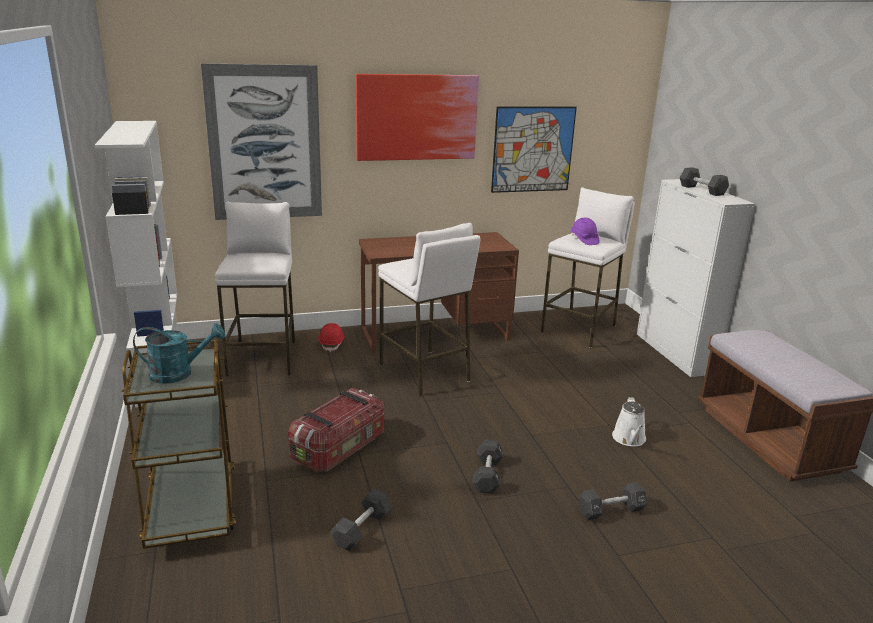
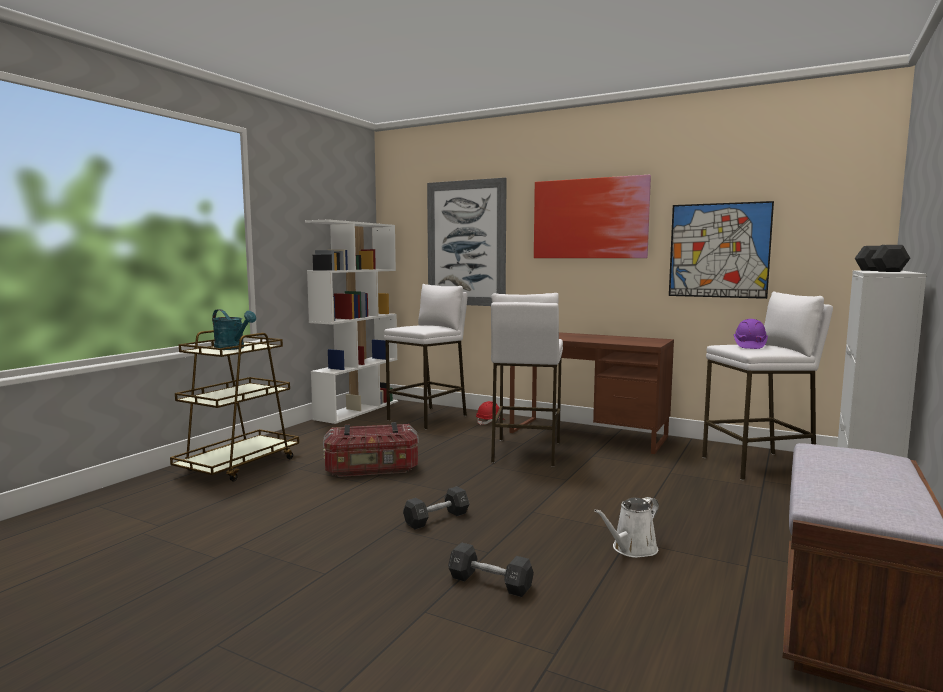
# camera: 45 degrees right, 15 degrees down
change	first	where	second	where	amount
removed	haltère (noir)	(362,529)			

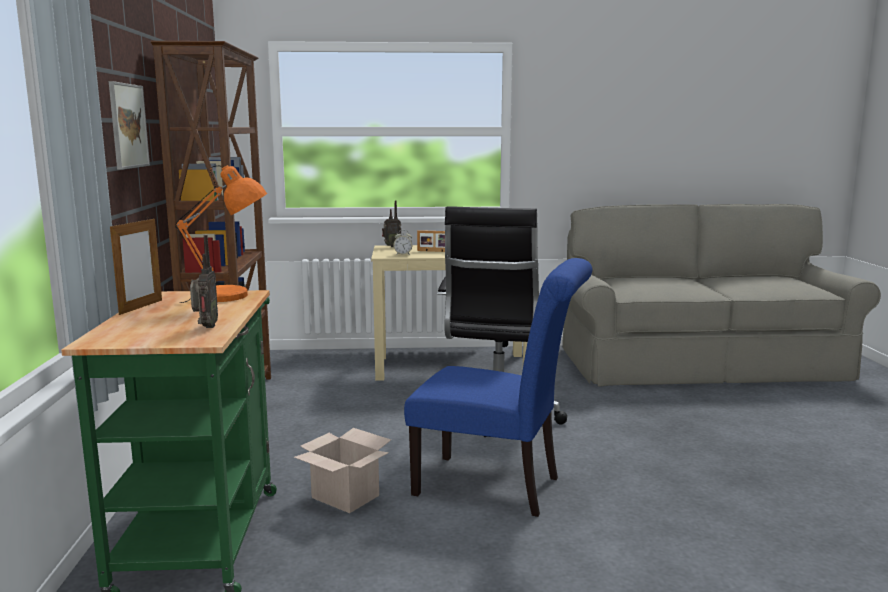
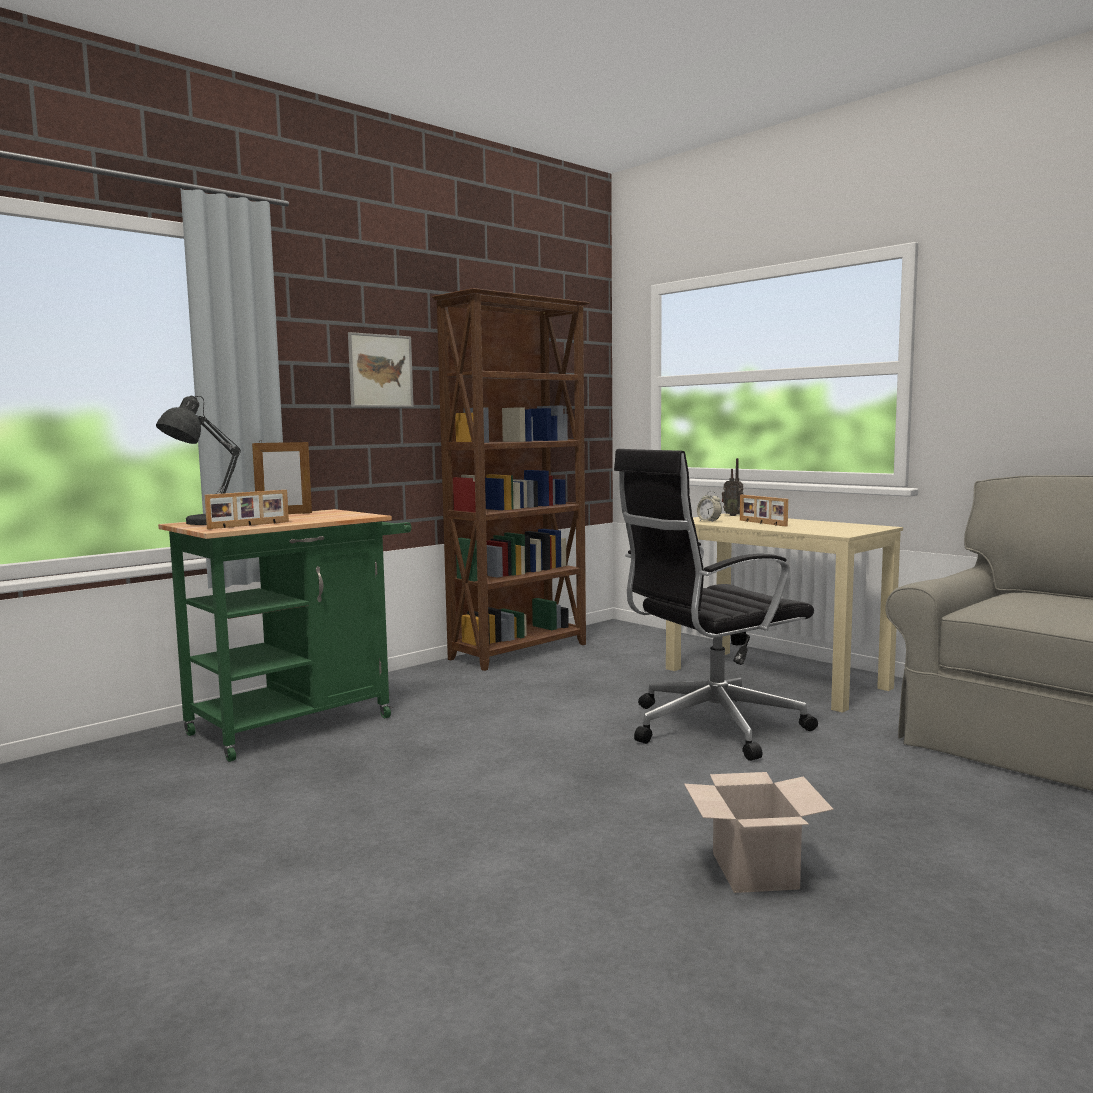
# camera: 50 degrees right, 5 degrees down
change	first	where	second	where	amount
added			lampe de table (gris)	(205,523)	
replaced	radio	(205,327)	cadre photo	(249,525)	
moved	carton	(343,496)		(752,869)	
removed	lampe de table (orange)	(229,296)			
removed	chaise (bleu)	(496,487)			

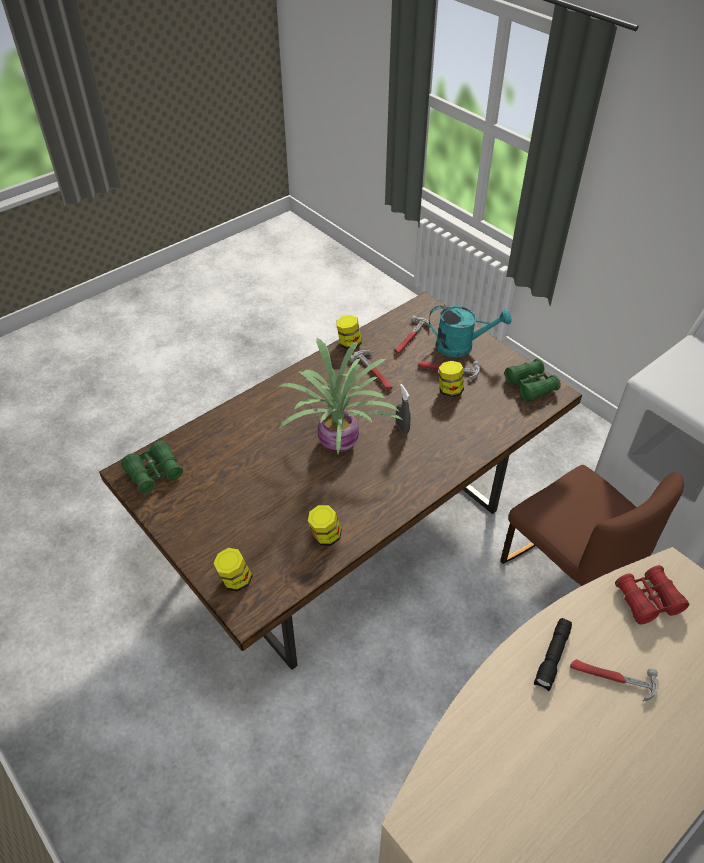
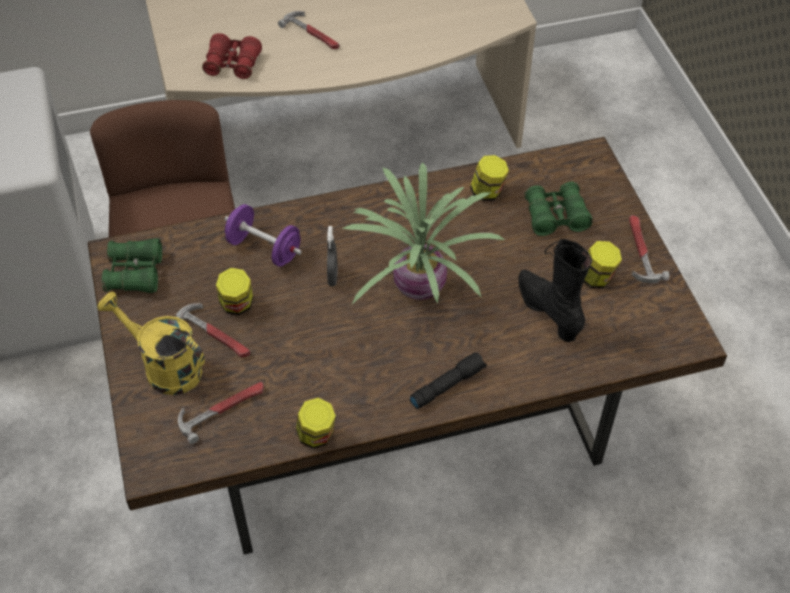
# camera: 155 degrees left, 5 degrees up
change	first	where	second	where	amount
recoloured	arrosoir (turquoise)	(461,346)	arrosoir (jaune)	(164,367)	
added			haltère (violet)	(264,249)	
moved	lampe de poche (noir)	(553,658)		(447,384)	
added			botte (noir)	(548,311)	
moved	jumelles (vert)	(154,473)		(556,216)	
moved	bocal	(235,580)		(596,278)	
moved	marteau	(374,372)		(640,251)	

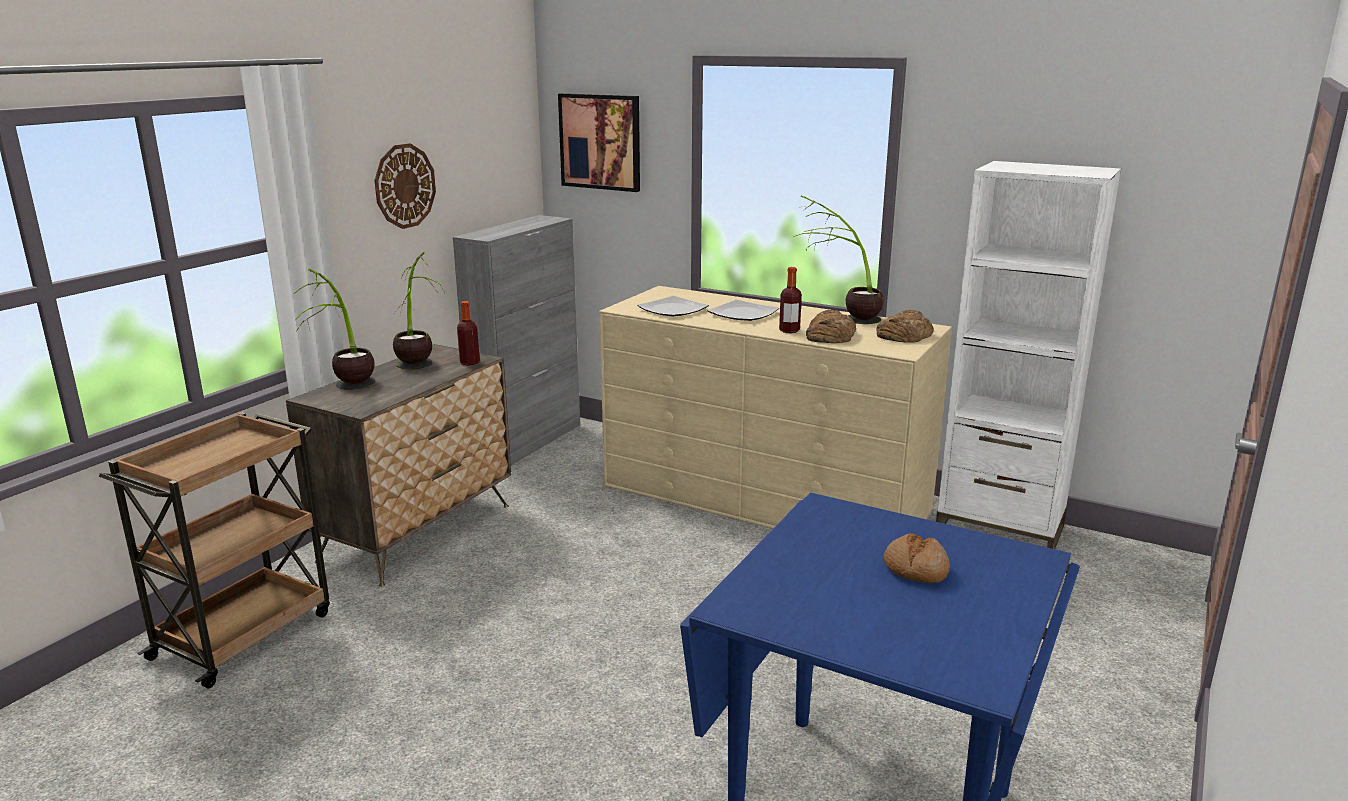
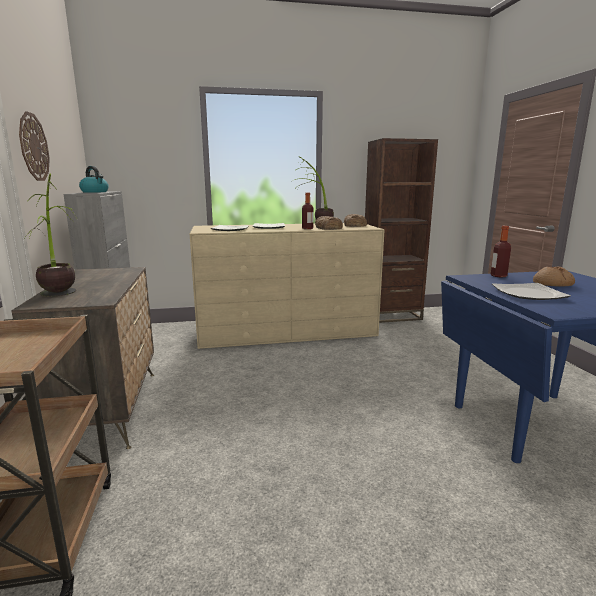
# camera: 40 degrees left, 5 degrees down
change	first	where	second	where	amount
added			bouilloire	(95,192)	
recoloured	bibliothèque (blanc)	(999,529)	bibliothèque (marron)	(391,315)	
moved	bouteille	(469,362)		(498,276)	
added			assiette	(528,294)	
removed	plante en pot	(419,370)			
removed	tableau	(600,142)			

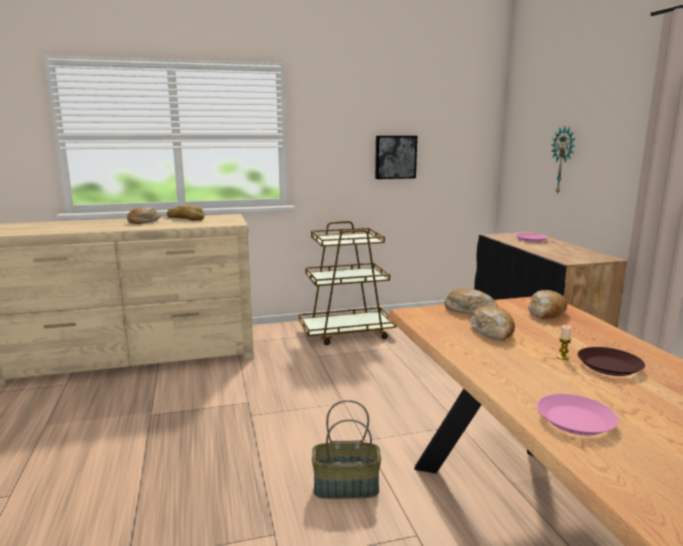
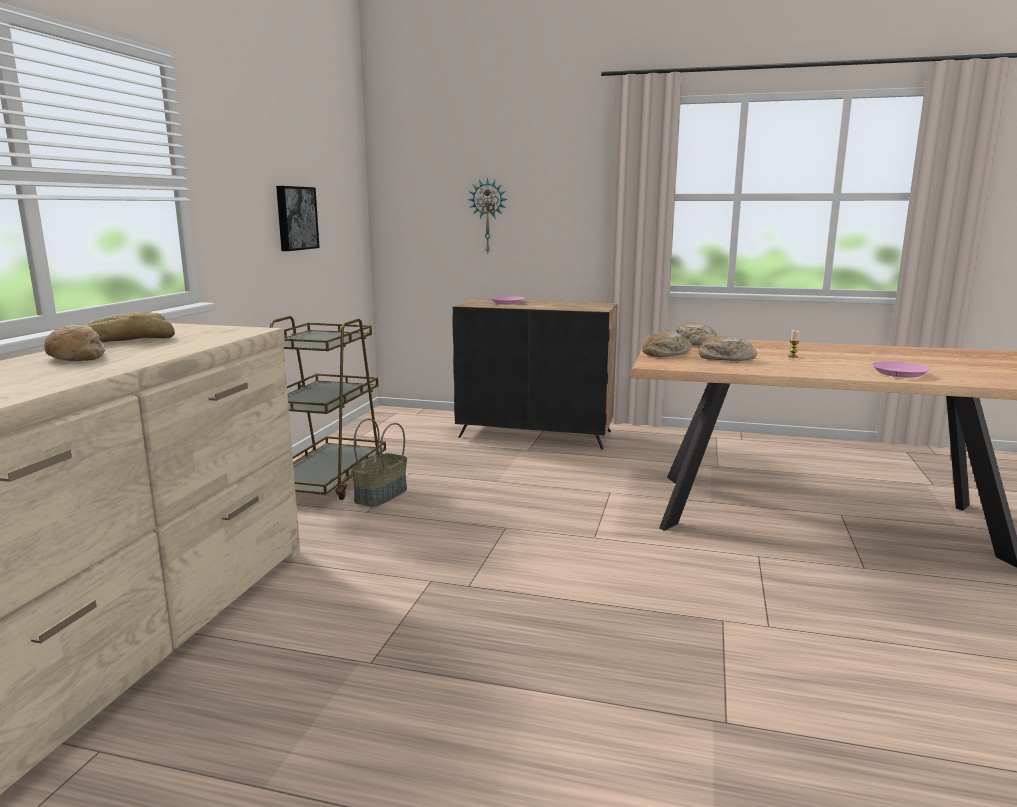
# camera: 60 degrees left, 0 degrees up
change	first	where	second	where	amount
moved	panier	(345,488)		(381,496)	
removed	assiette (marron)	(609,366)			

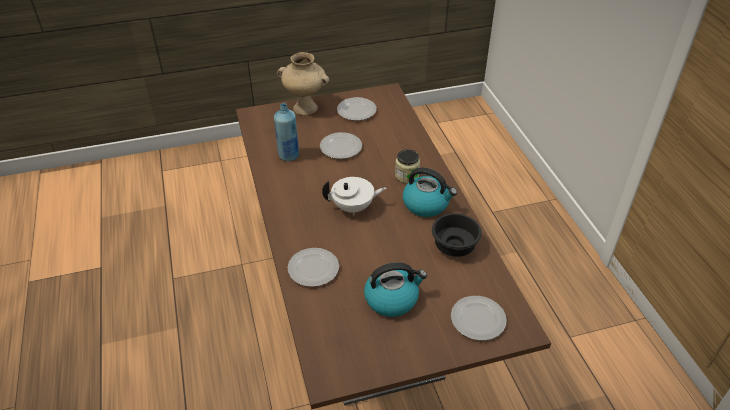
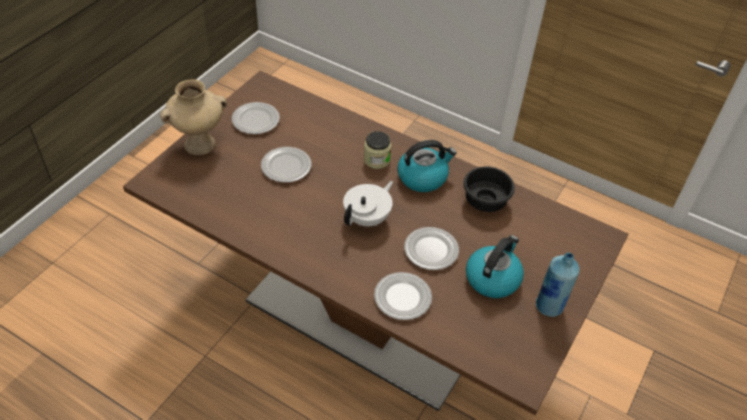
# camera: 45 degrees left, 5 degrees up
change	first	where	second	where	amount
moved	assiette	(478,319)		(431,250)	
moved	bouteille (bleu)	(288,155)		(549,307)	

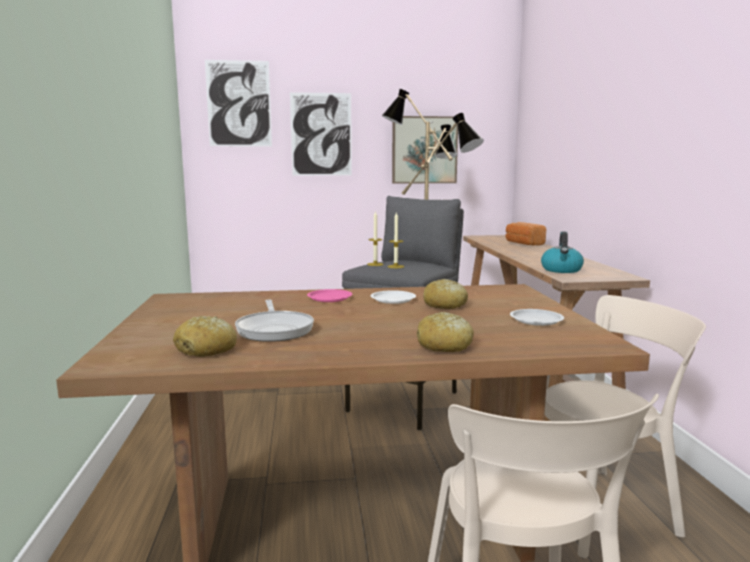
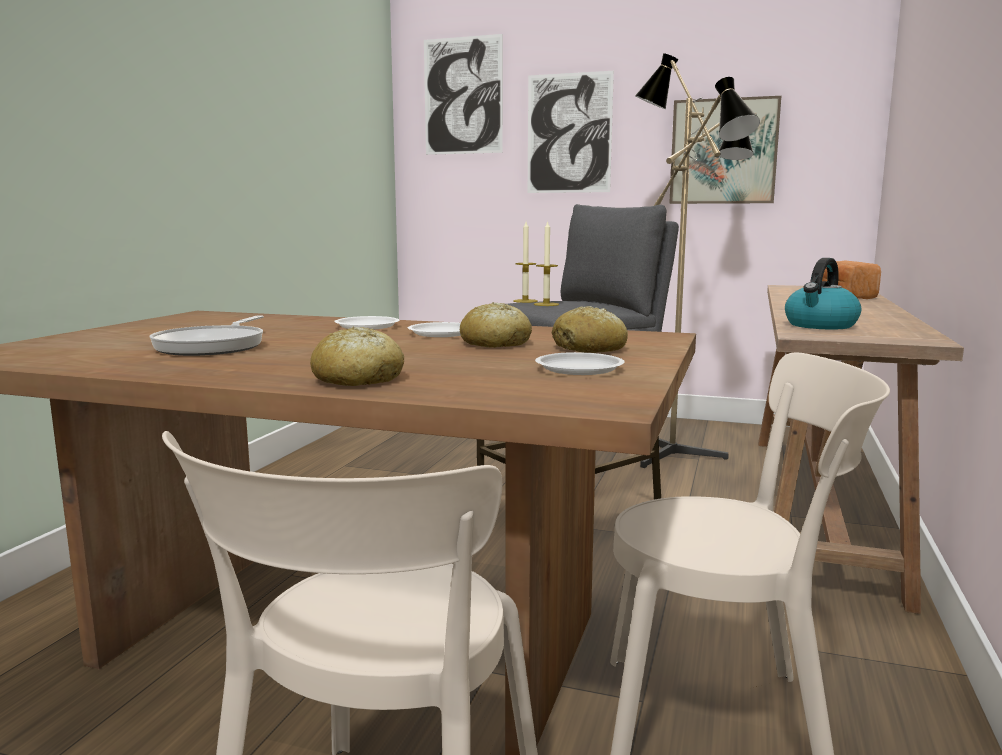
# camera: 25 degrees right, 0 degrees up
change	first	where	second	where	amount
recoloured	assiette (rose)	(330,298)	assiette (blanc)	(367,327)	
moved	pain	(206,350)		(590,348)	

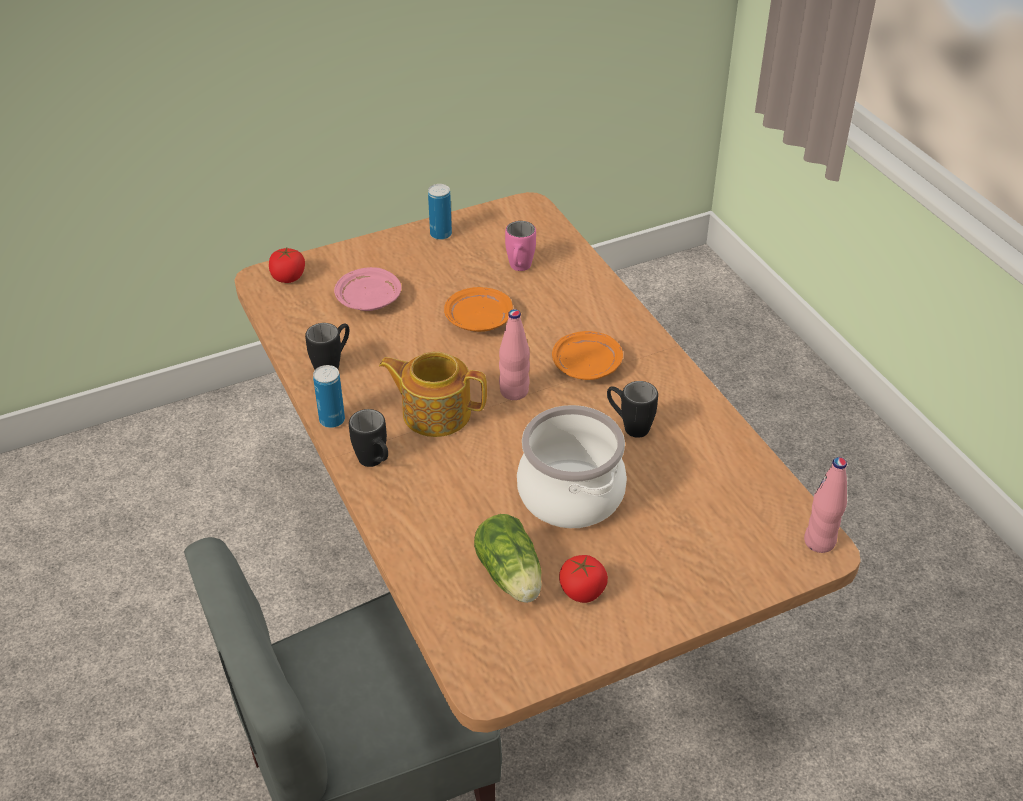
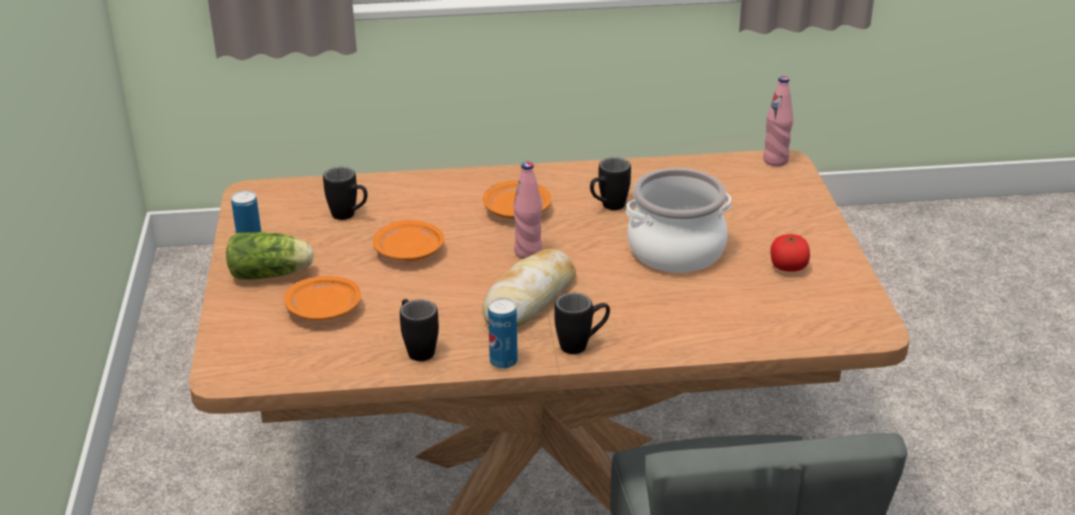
# camera: 70 degrees left, 10 degrees down
change	first	where	second	where	amount
moved	laitue	(511,577)		(272,274)	
recoloured	assiette (rose)	(368,300)	assiette (orange)	(325,310)	
recoloured	mug (rose)	(519,269)	mug (noir)	(349,216)	
replaced	théière	(435,412)	pain	(530,299)	
removed	tomate	(288,277)			

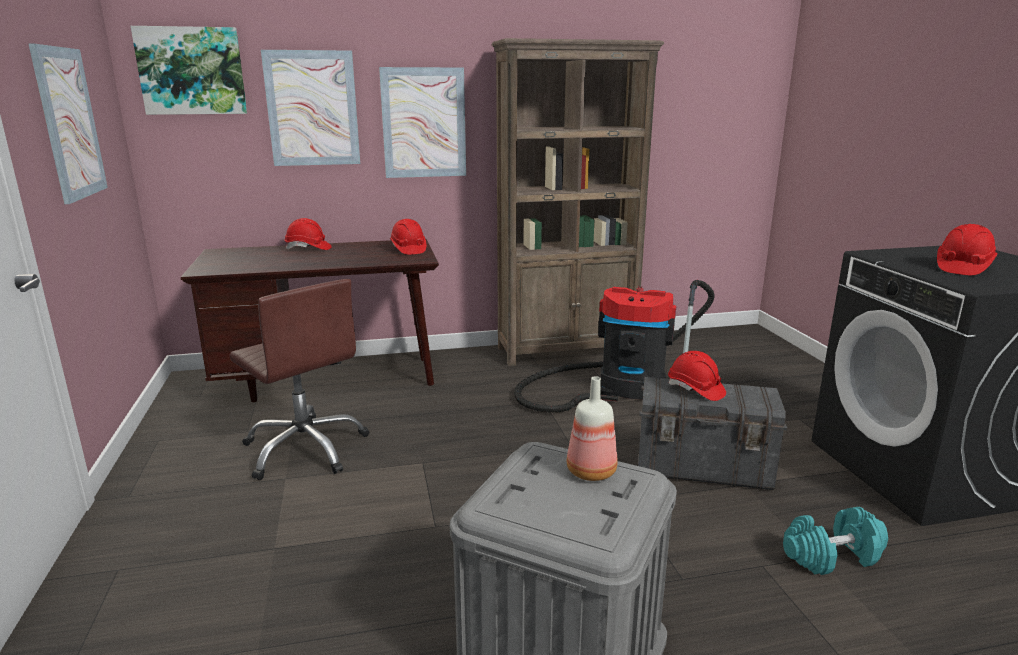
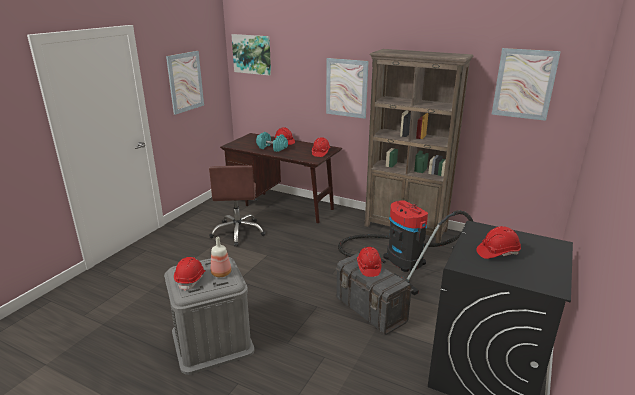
# camera: 40 degrees right, 5 degrees up
change	first	where	second	where	amount
added			casque de chantier (rouge)	(191,279)	
moved	haltère (turquoise)	(831,557)		(272,148)	
moved	tableau	(312,108)		(524,84)	

